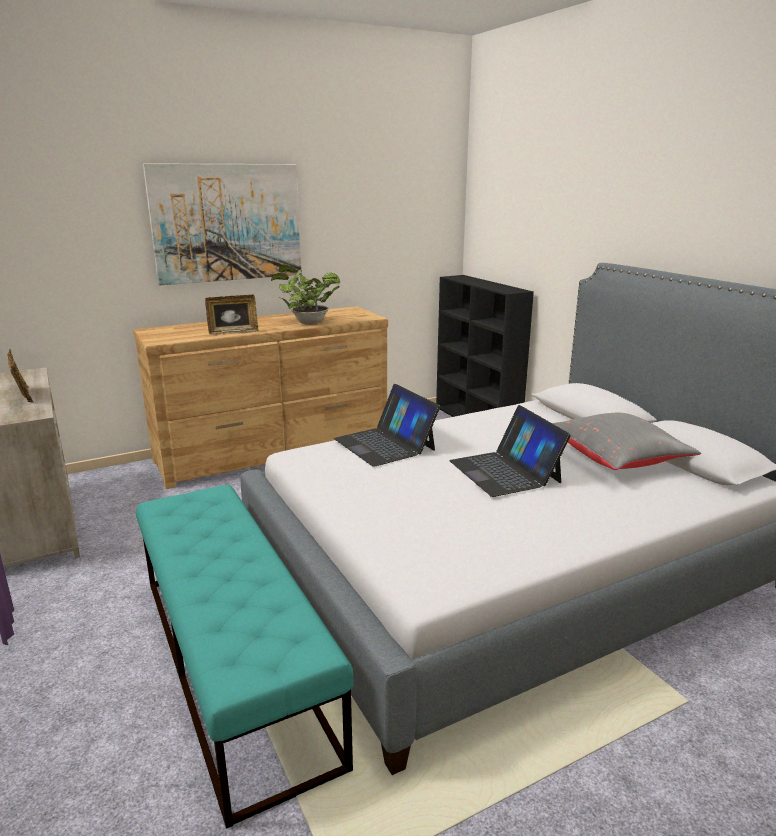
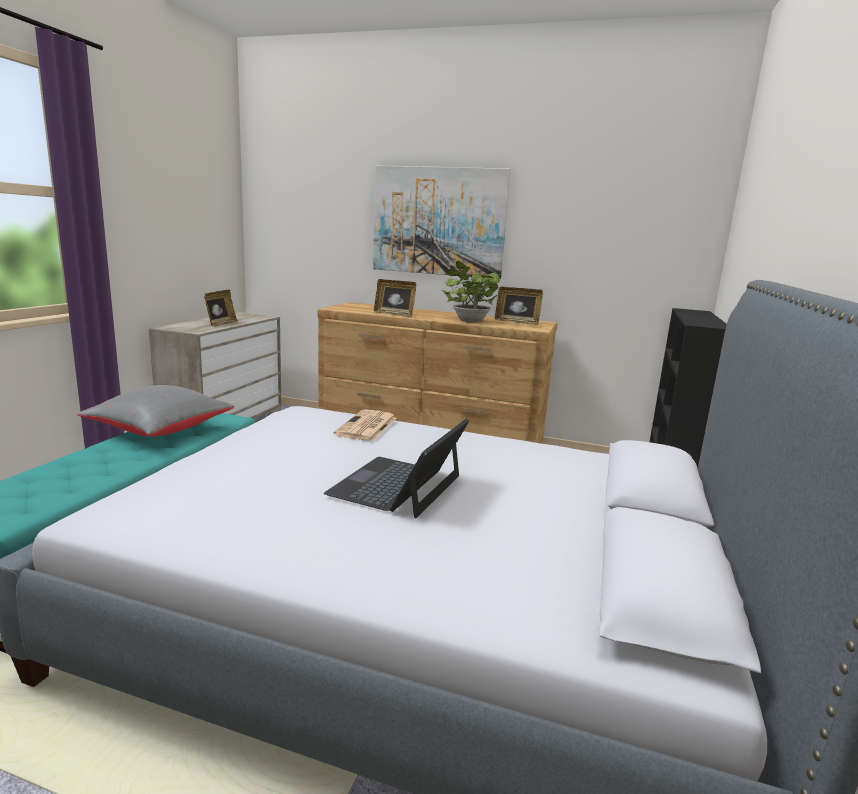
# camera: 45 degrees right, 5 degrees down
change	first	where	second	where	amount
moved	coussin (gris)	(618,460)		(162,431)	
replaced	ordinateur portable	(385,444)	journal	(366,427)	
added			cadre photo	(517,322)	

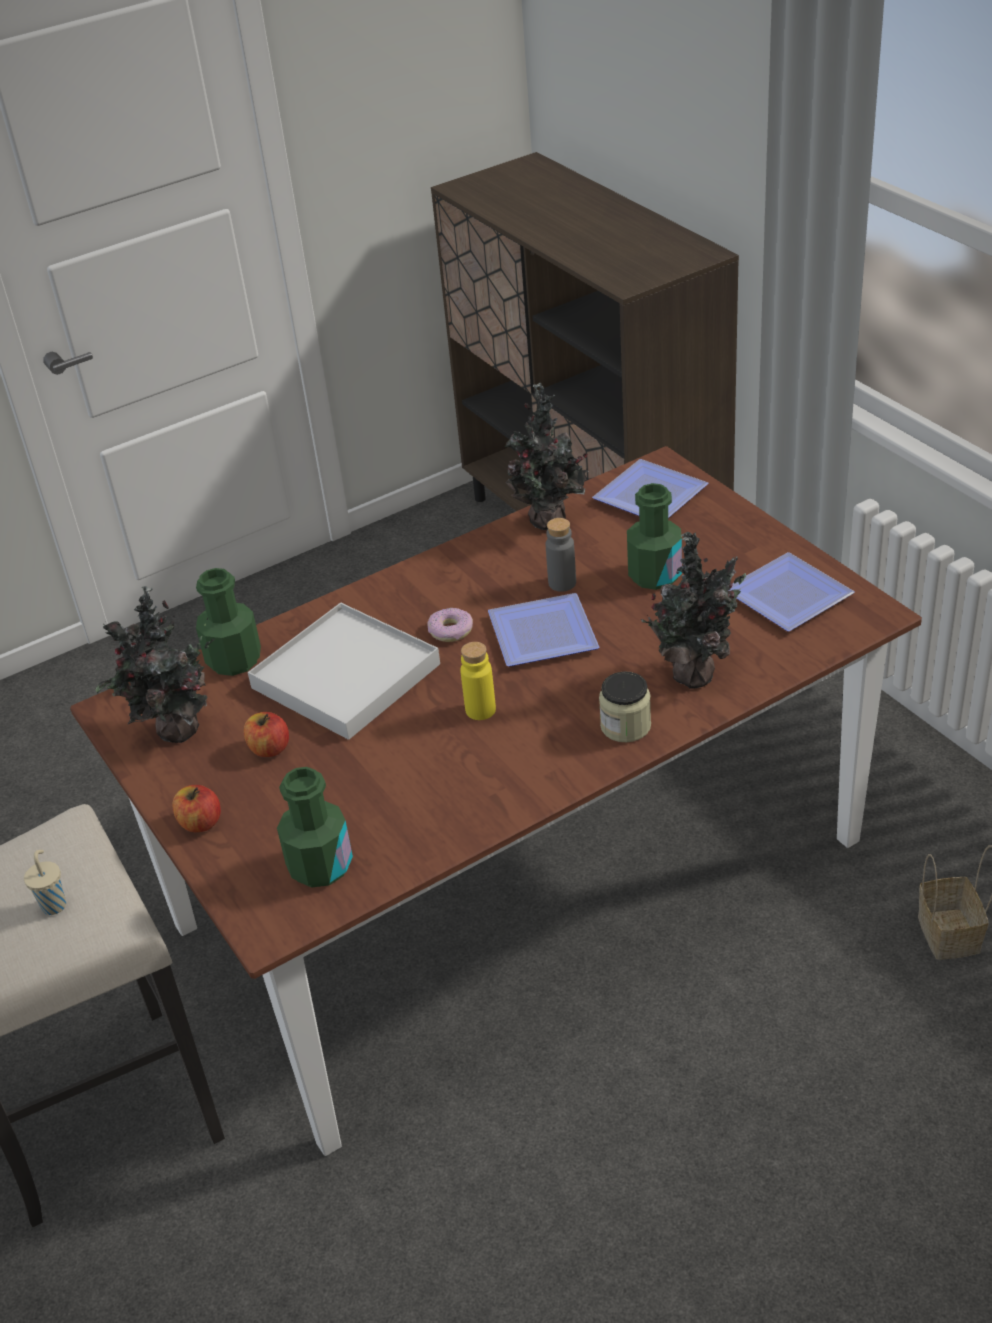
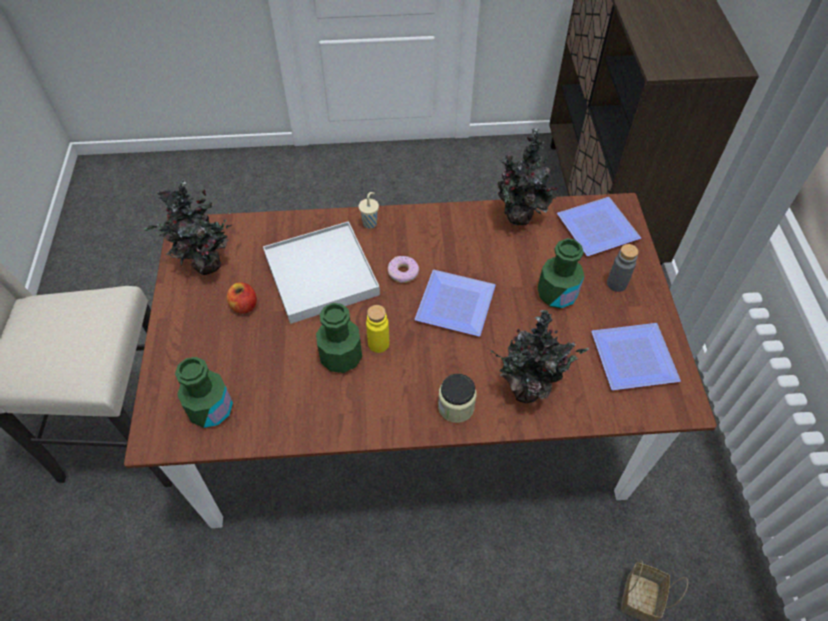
# camera: 25 degrees right, 15 degrees up
change	first	where	second	where	amount
moved	bouteille (vert)	(234,660)		(341,357)	
moved	tasse (beige)	(54,904)		(370,223)	
moved	bouteille (gris)	(562,583)		(616,284)	
removed	pomme	(200,823)			

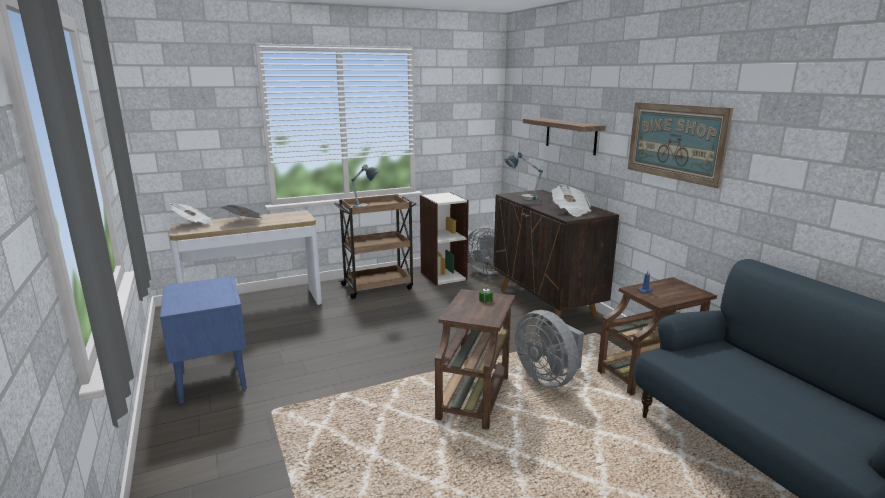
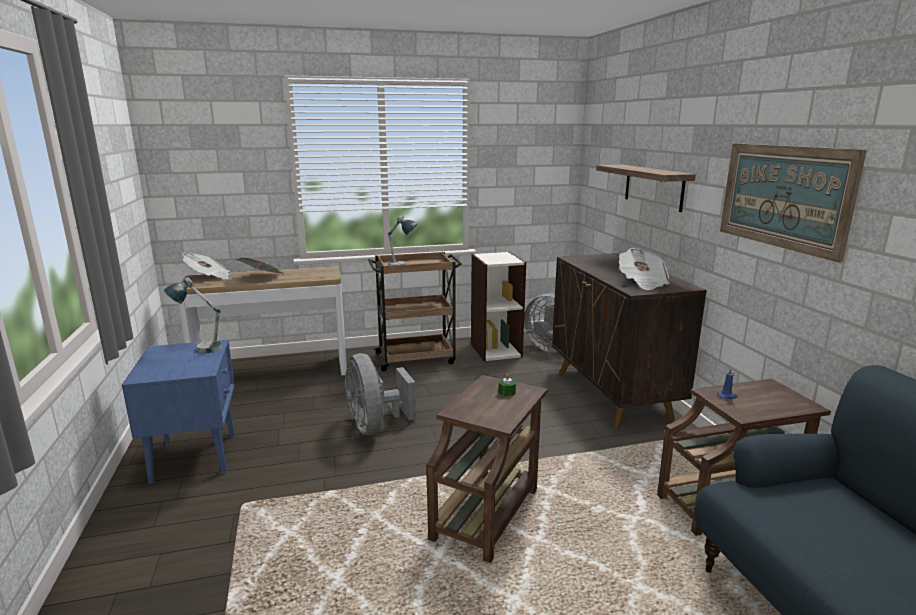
# camera: 10 degrees right, 0 degrees up
change	first	where	second	where	amount
moved	lampe de table	(522,198)		(200,347)	
moved	ventilateur (gris)	(548,378)		(375,426)	

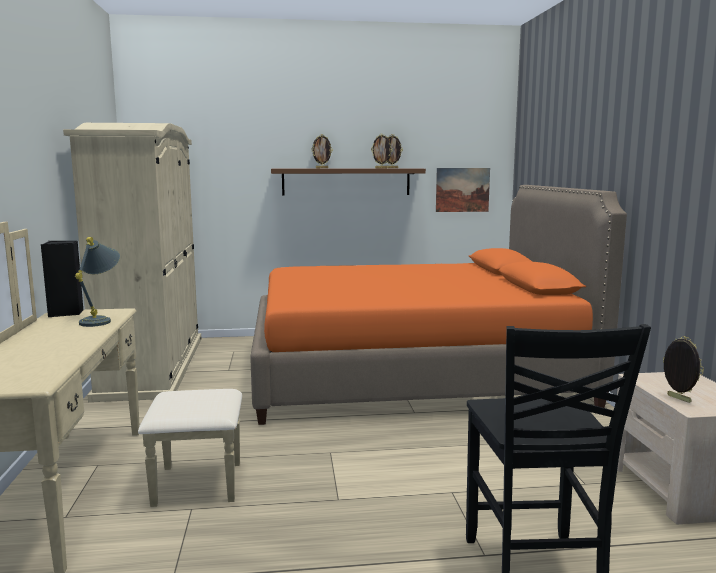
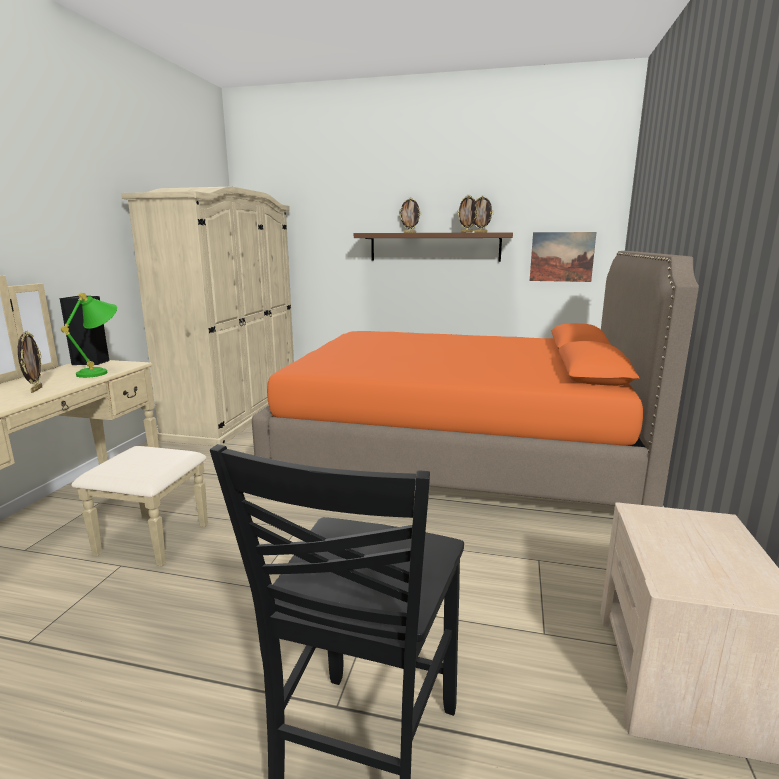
# camera: 20 degrees right, 5 degrees up
change	first	where	second	where	amount
moved	cadre photo	(678,399)		(35,390)	
recoloured	lampe de table (gris)	(101,320)	lampe de table (vert)	(102,372)	

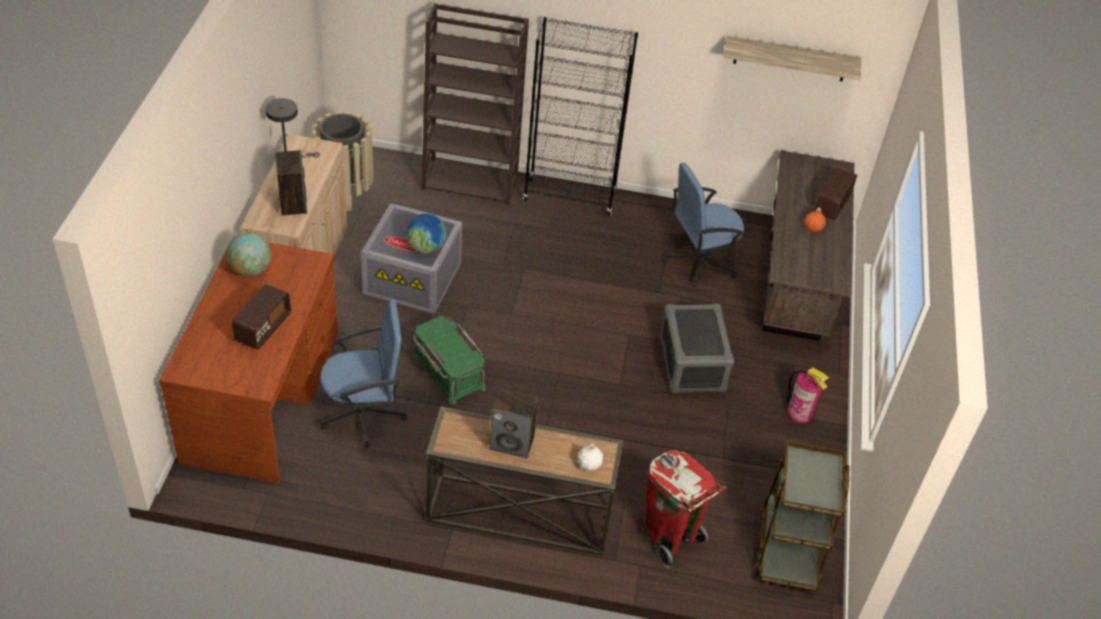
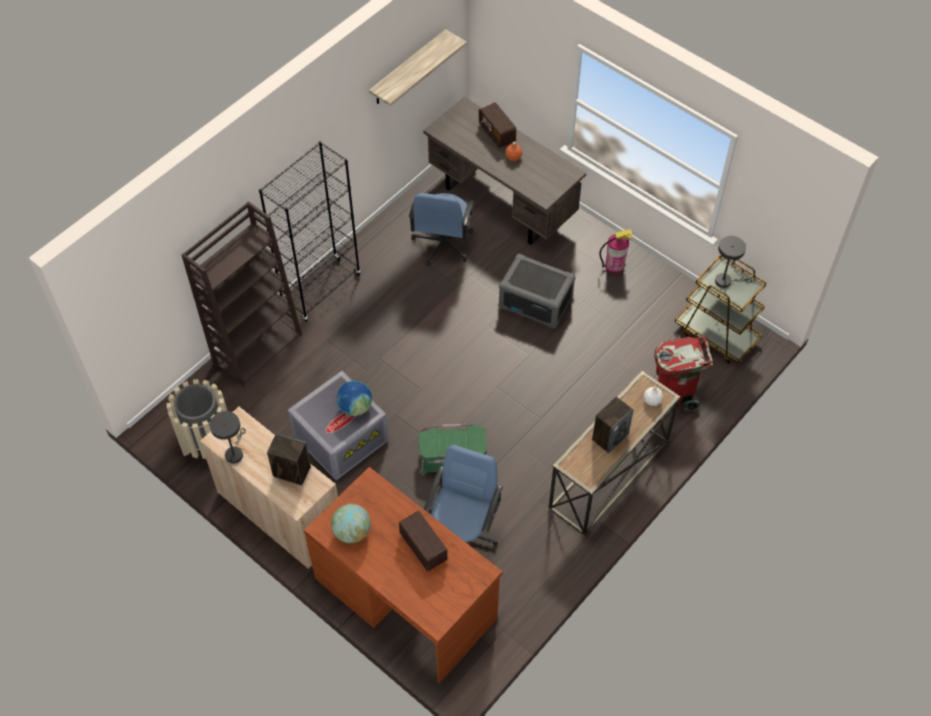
# camera: 55 degrees left, 10 degrees up
change	first	where	second	where	amount
added			lampe de table (gris)	(726,281)	

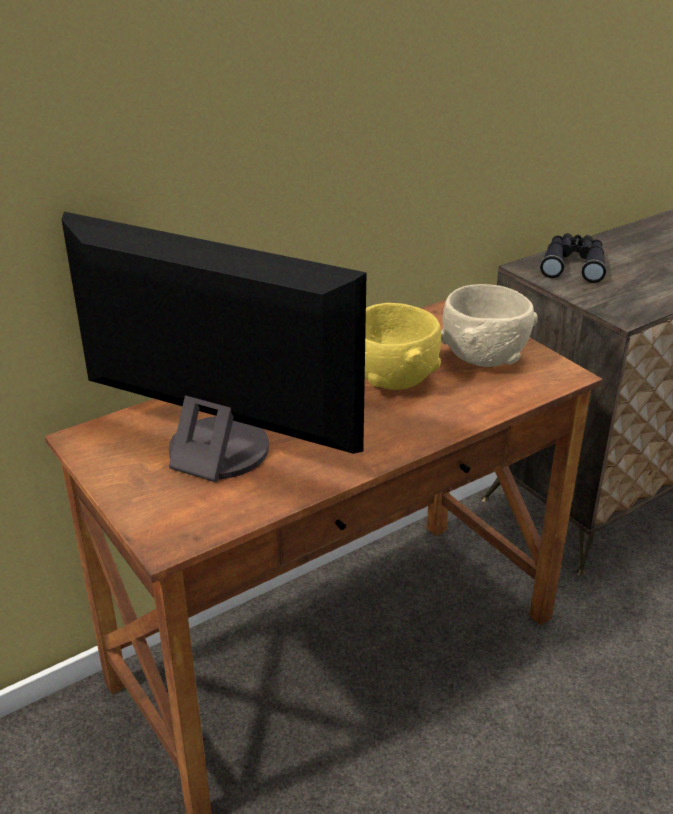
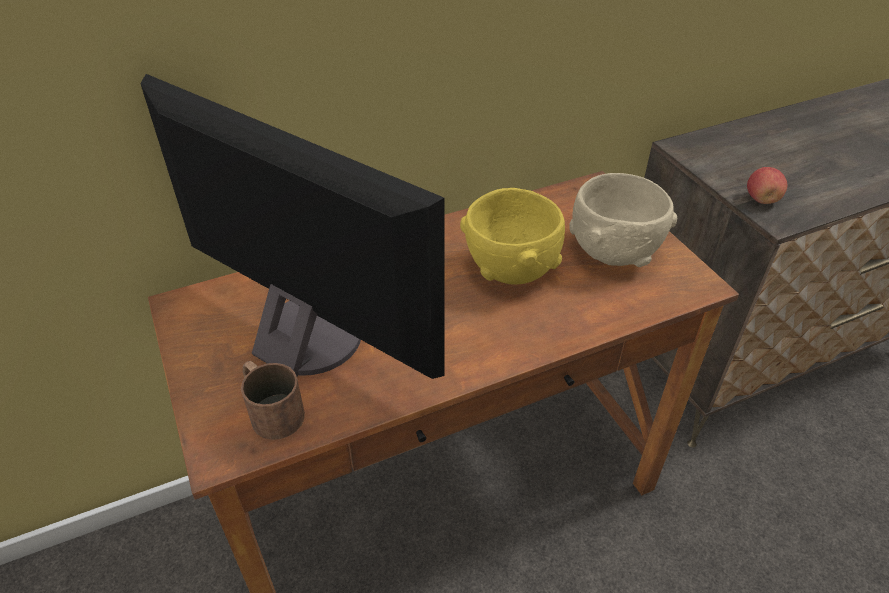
# camera: 10 degrees right, 10 degrees up
change	first	where	second	where	amount
added			mug (marron)	(270,409)	
added			pomme	(761,199)	
removed	jumelles (noir)	(573,265)			

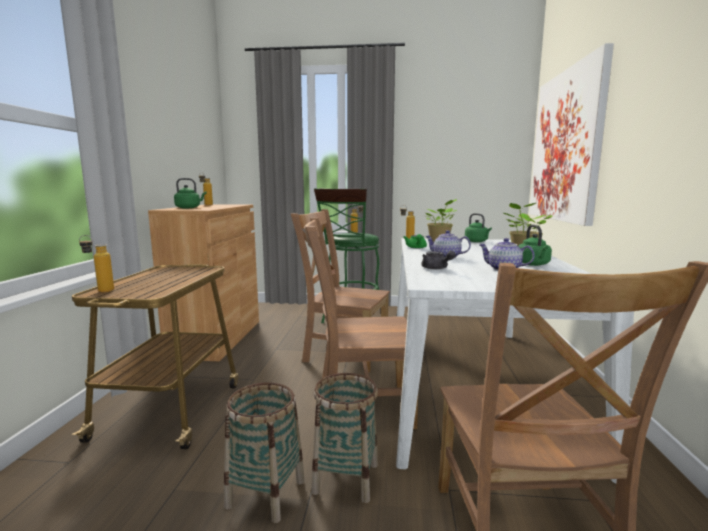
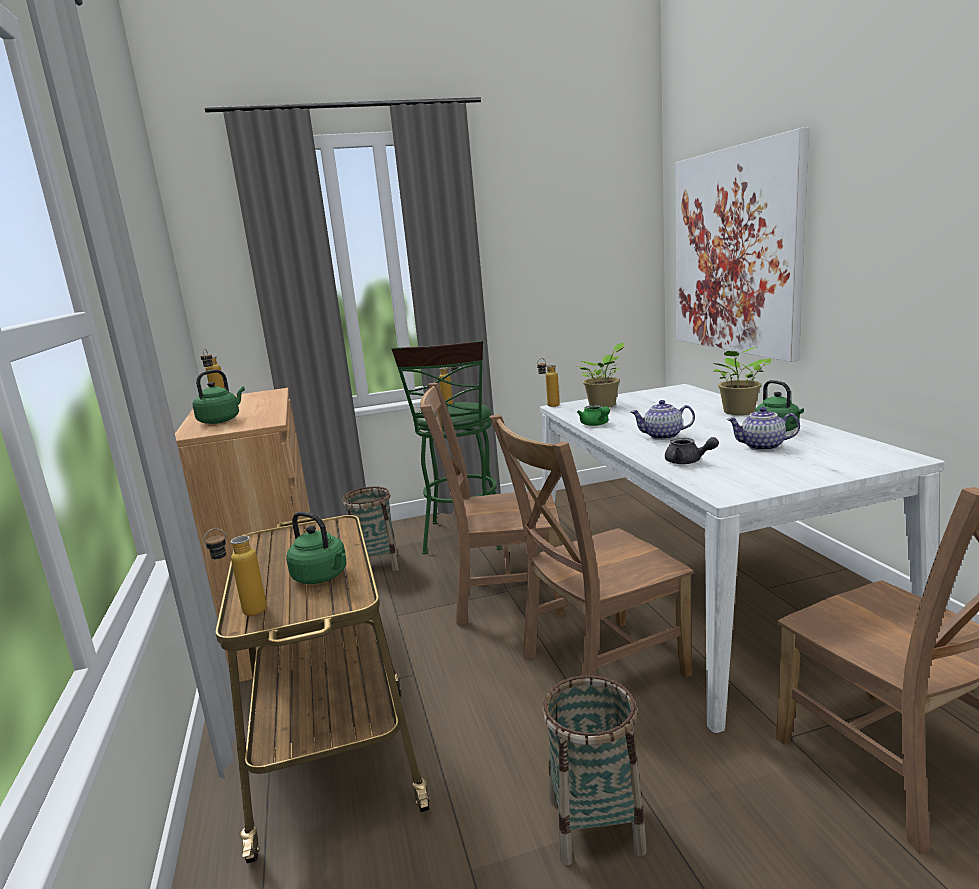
# camera: 20 degrees left, 5 degrees up
change	first	where	second	where	amount
moved	bouilloire (vert)	(477,241)		(322,577)	
moved	panier	(346,478)		(376,564)	

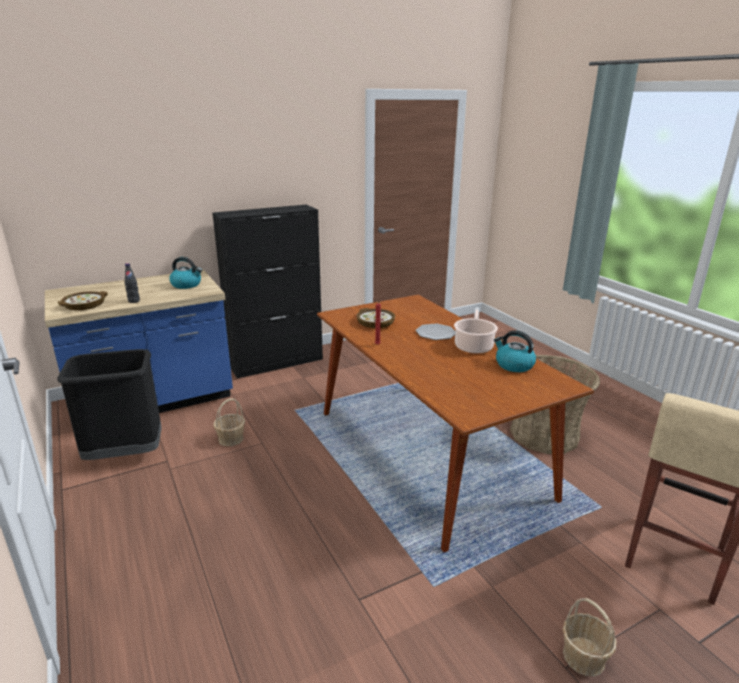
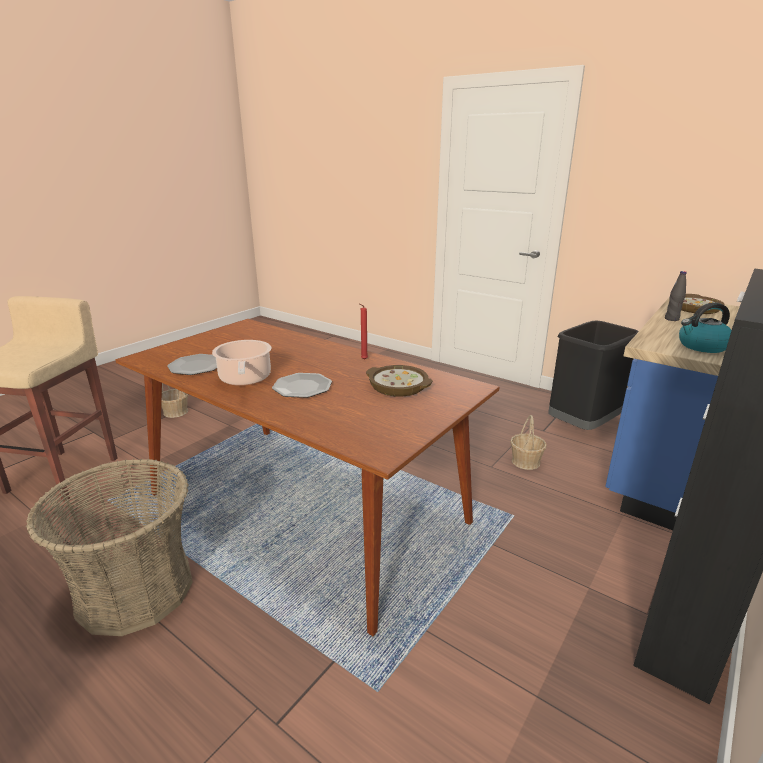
# camera: 155 degrees right, 0 degrees up
change	first	where	second	where	amount
replaced	bouilloire	(513,365)	assiette	(196,366)	

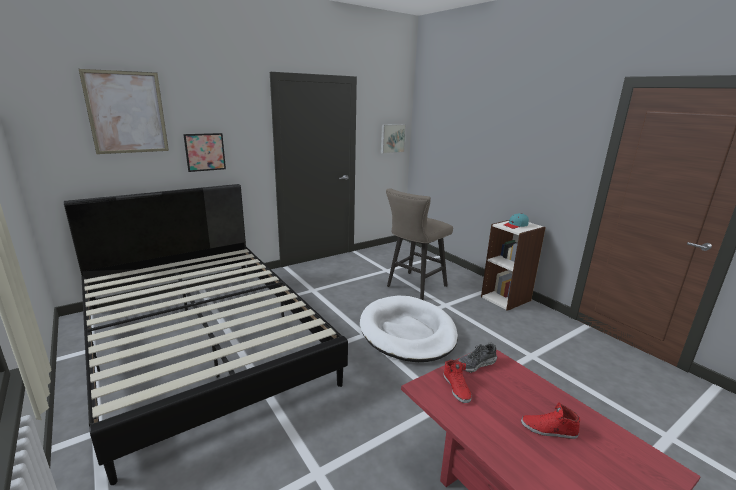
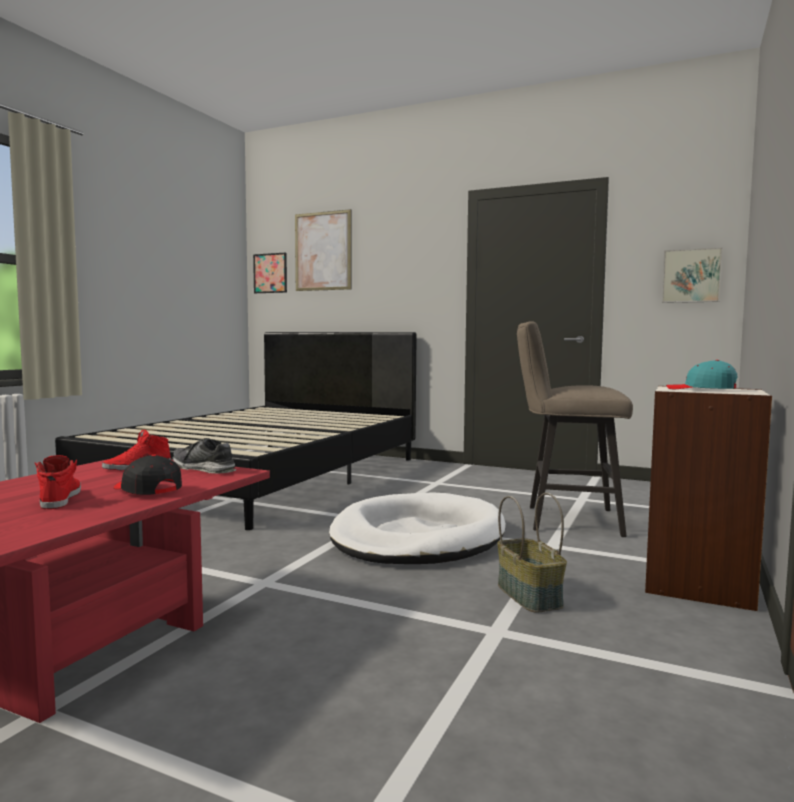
# camera: 60 degrees right, 15 degrees down
change	first	where	second	where	amount
added			casquette (noir)	(147,490)	
moved	tableau	(205,152)		(270,273)	
added			panier	(530,595)	

